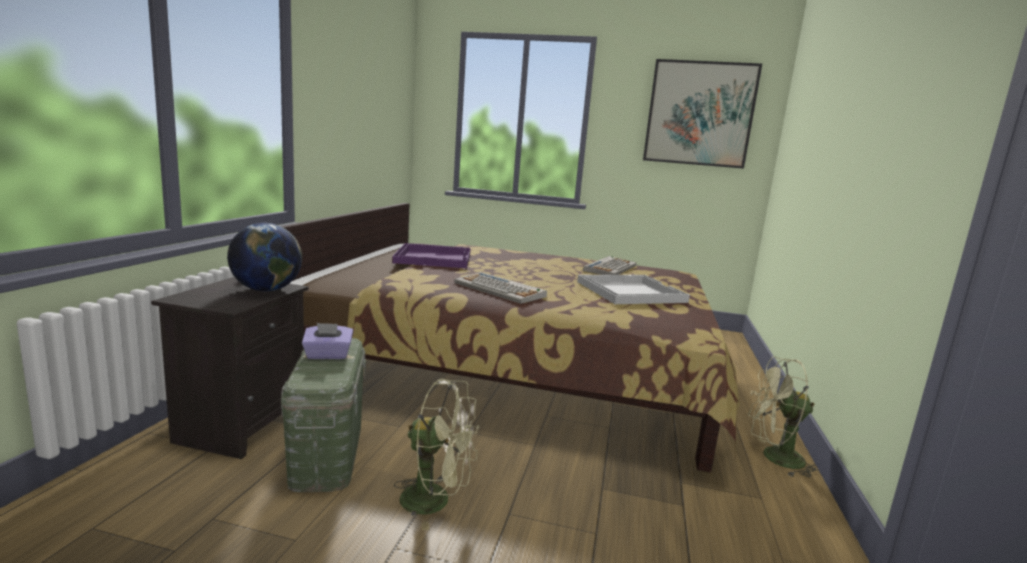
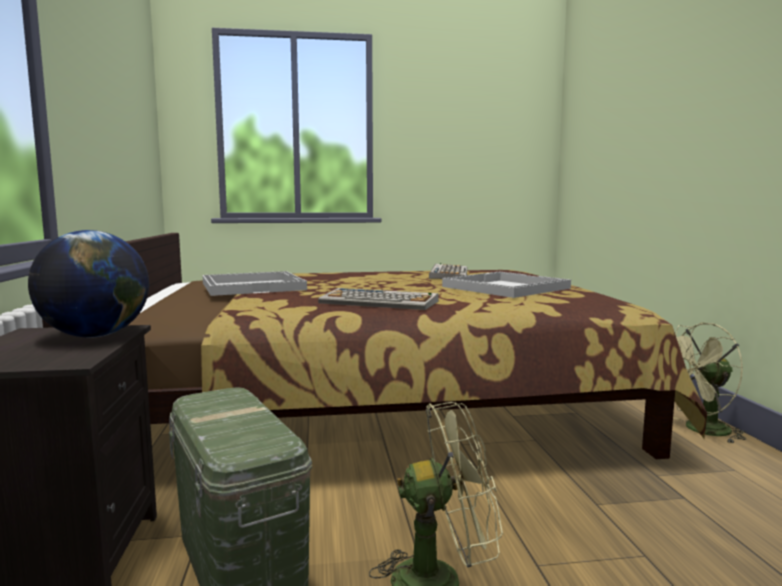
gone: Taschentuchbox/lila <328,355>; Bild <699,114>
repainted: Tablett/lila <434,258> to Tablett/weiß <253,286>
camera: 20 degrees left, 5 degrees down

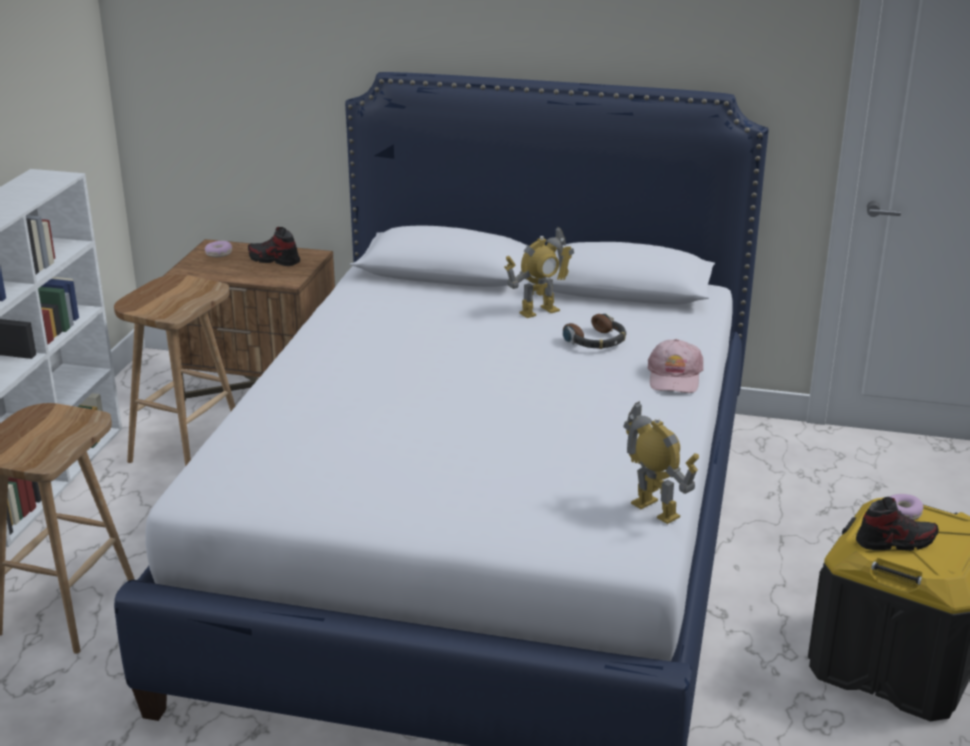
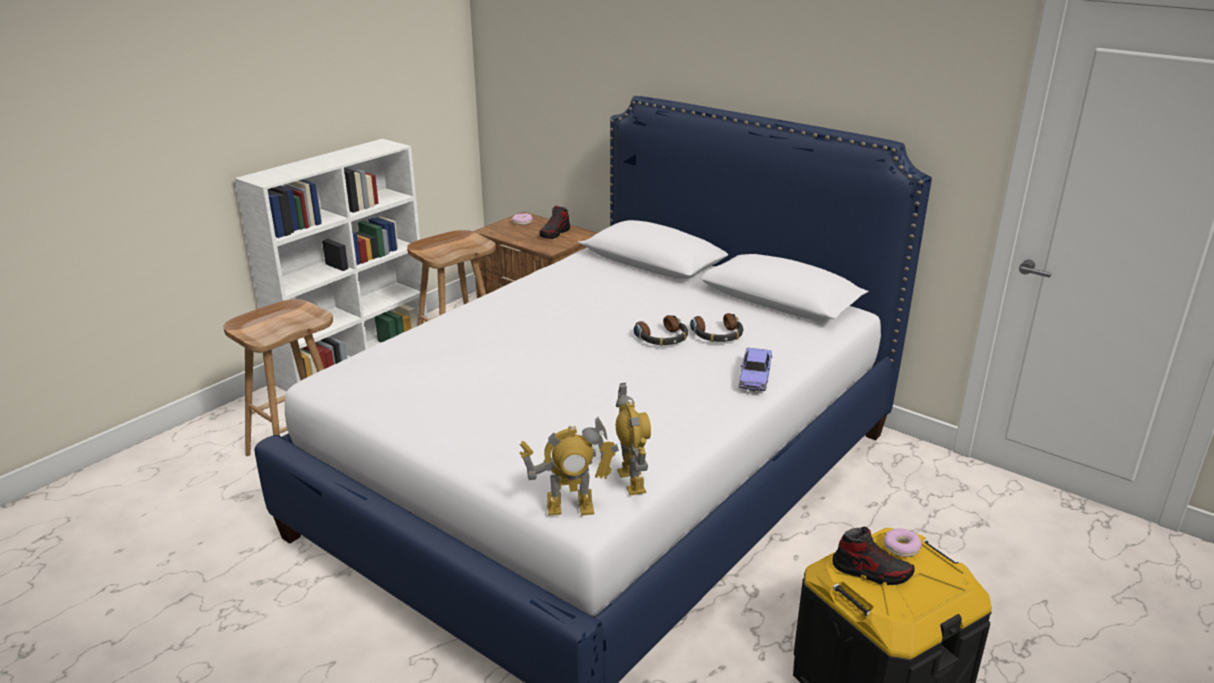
new: Kopfhörer <662,338>
shifted: Spielzeugroboter <539,311> to <570,508>
swapped: Kappe/rosa <674,377> to Spielzeugauto <755,377>
rotated: Schuh <274,260> = <555,233> 105 degrees counterclockwise
camera: 25 degrees right, 0 degrees up

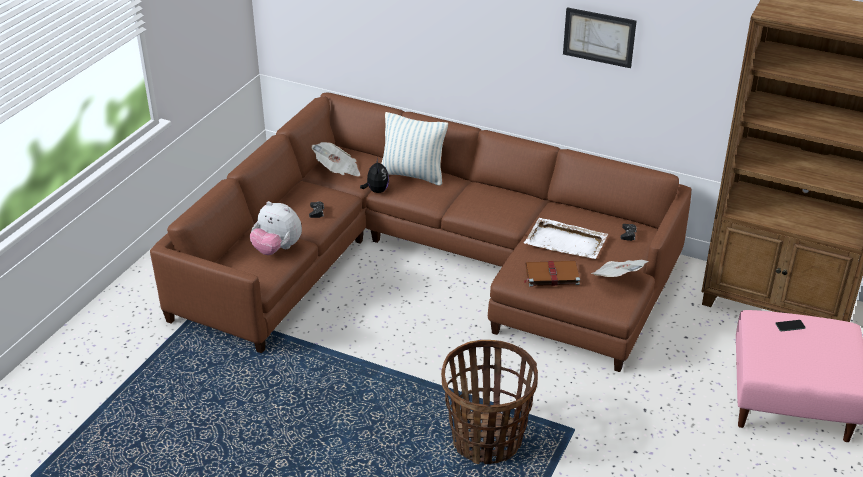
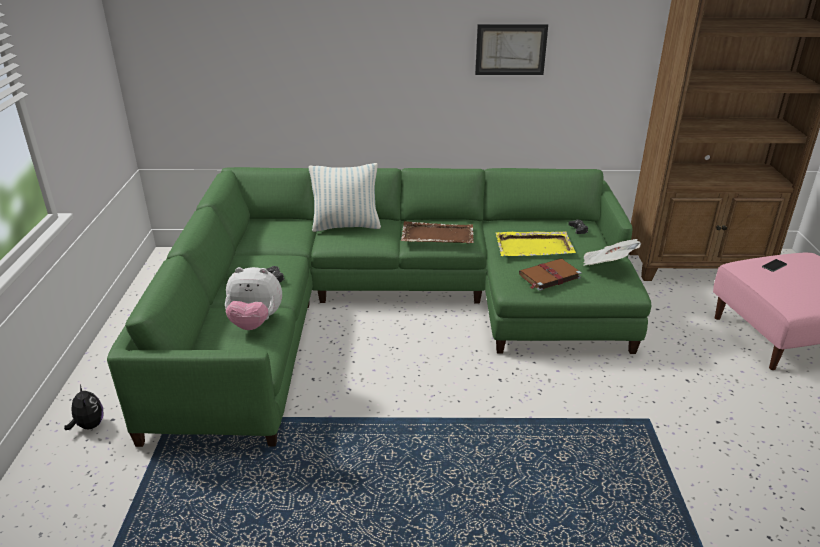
gone: Zeitung <337,171>; Korb <487,440>
new: Tablett/braun <437,235>
shifted: Plüschtier <376,191> to <89,425>
repainted: Sofa/braun <428,260> to Sofa/grün <385,306>; Tablett/weiß <566,241> to Tablett/gelb <535,246>
camera: 25 degrees left, 5 degrees down

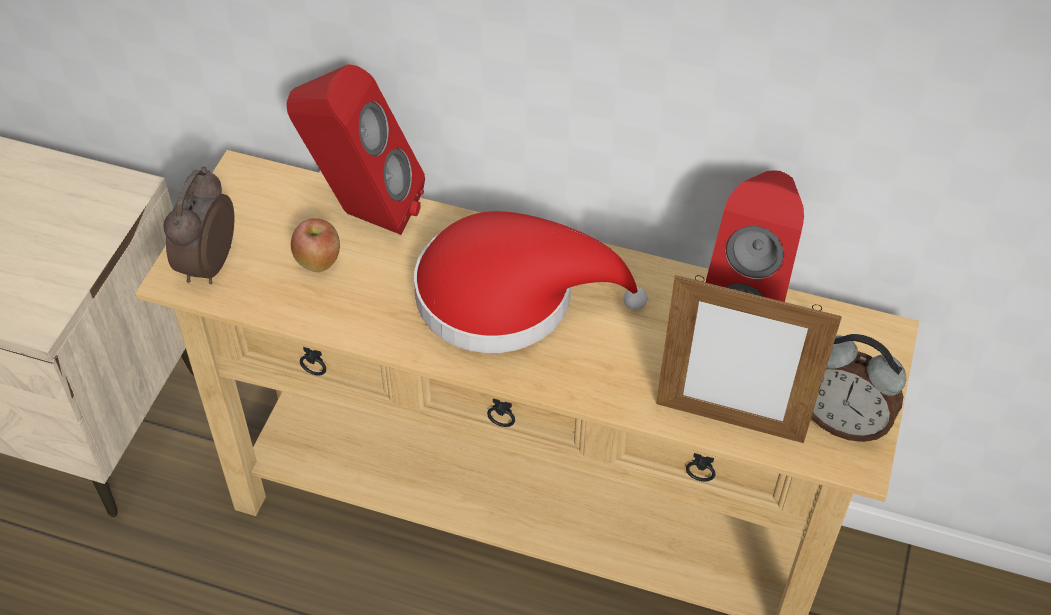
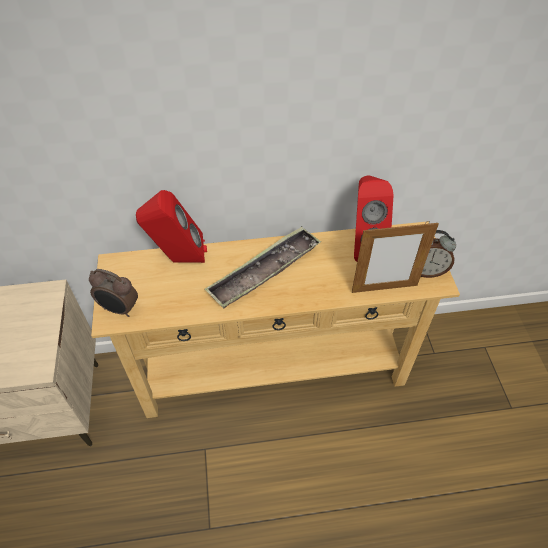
gone: Apfel <319,261>
swapped: Hut/rot <509,295> to Tablett <264,271>
rotated: Wecker <207,265> = <119,309> 60 degrees counterclockwise
camera: 25 degrees left, 0 degrees up

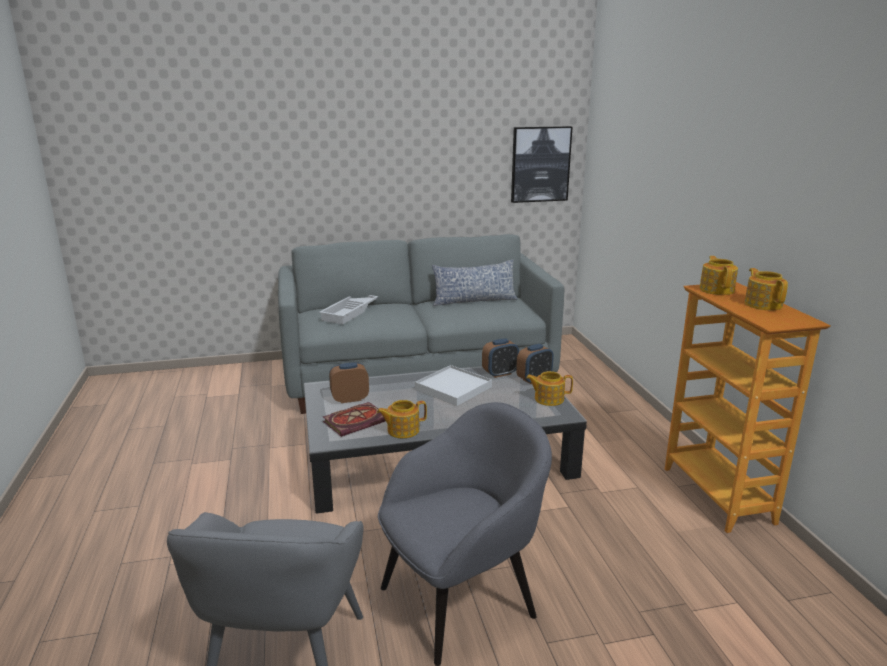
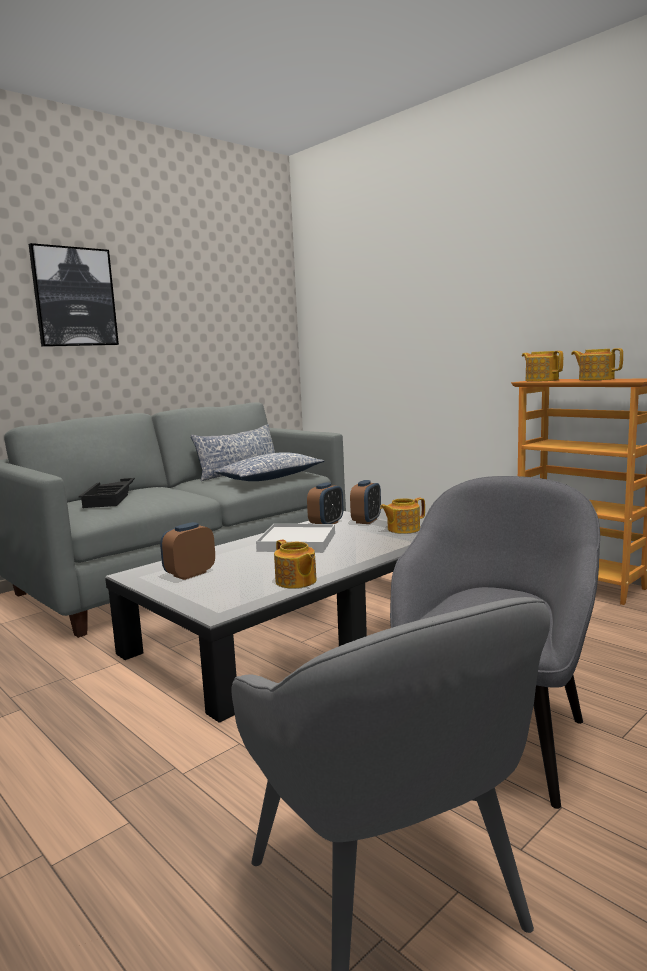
gone: Buch <356,420>
new: Kissen <270,478>
shifted: Bild <540,164> to <74,297>
repainted: Tablett/weiß <350,312> to Tablett/schwarz <110,498>
rotated: Teekanne <402,430> = <296,581> 75 degrees counterclockwise
camera: 30 degrees left, 10 degrees down

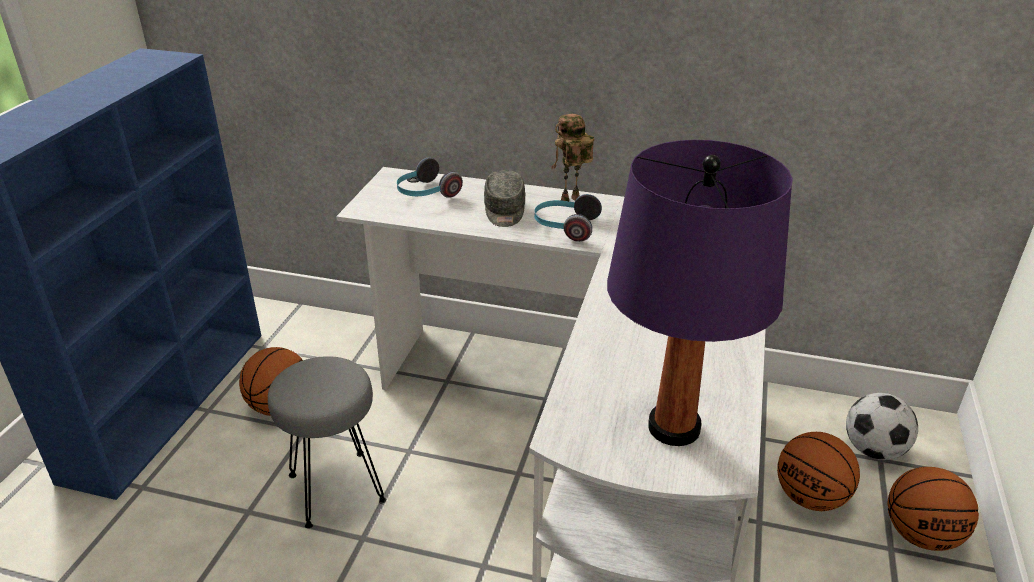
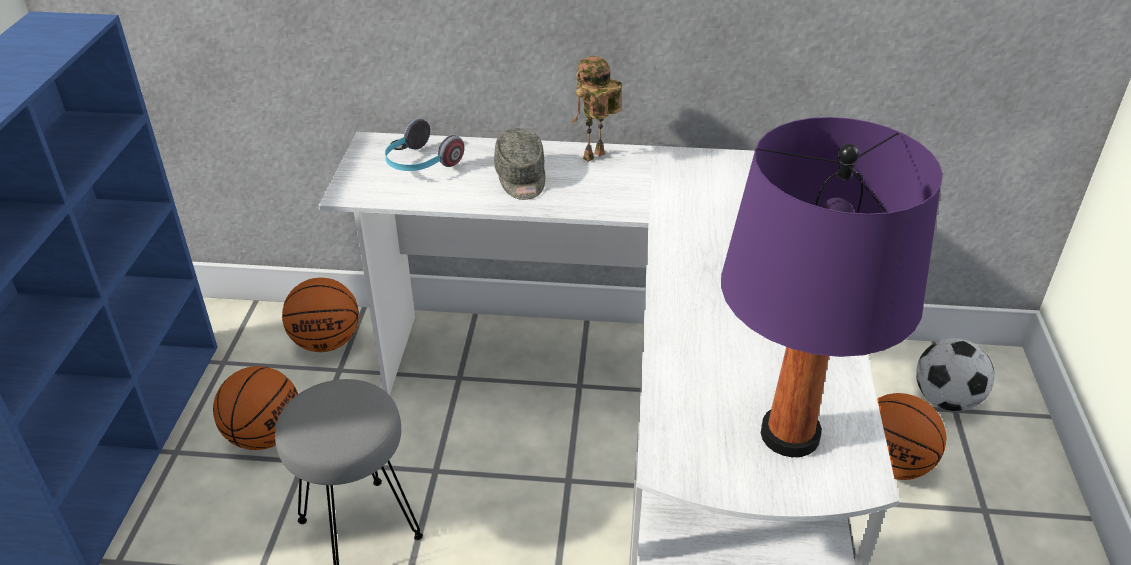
gone: Kopfhörer <565,227>
shifted: Basketball <921,535> to <326,342>
camera: 10 degrees left, 5 degrees up

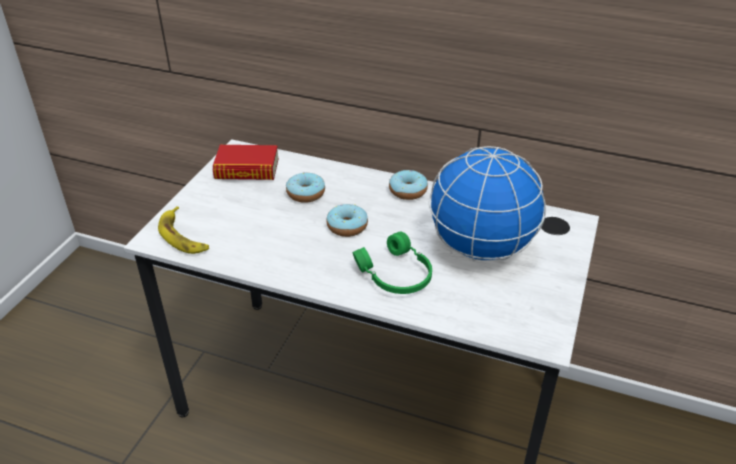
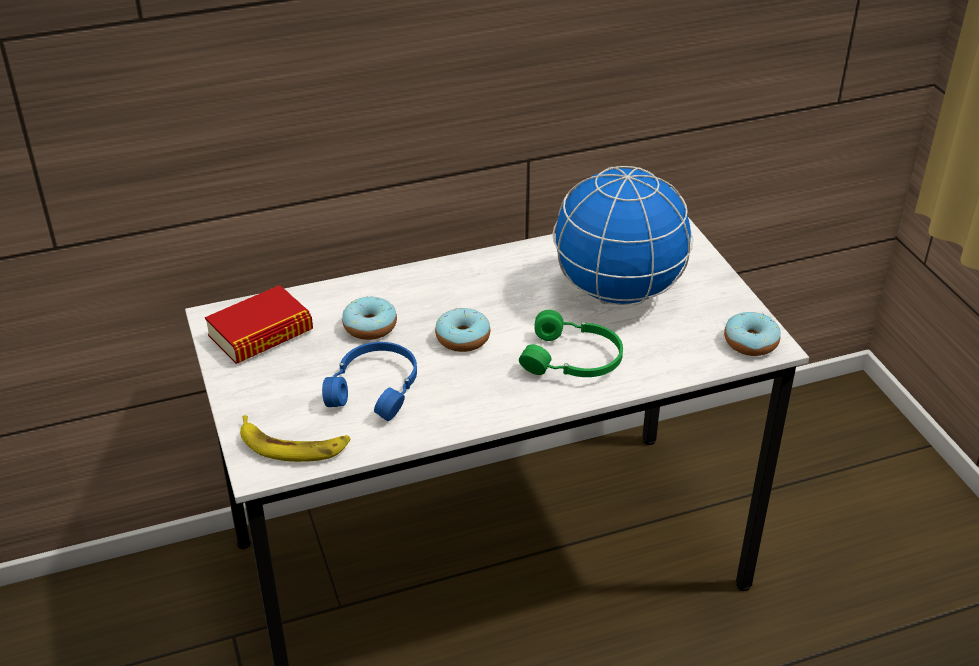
new: Kopfhörer/blau <376,389>
shifted: Donut <408,191> to <751,342>
camera: 40 degrees left, 0 degrees up

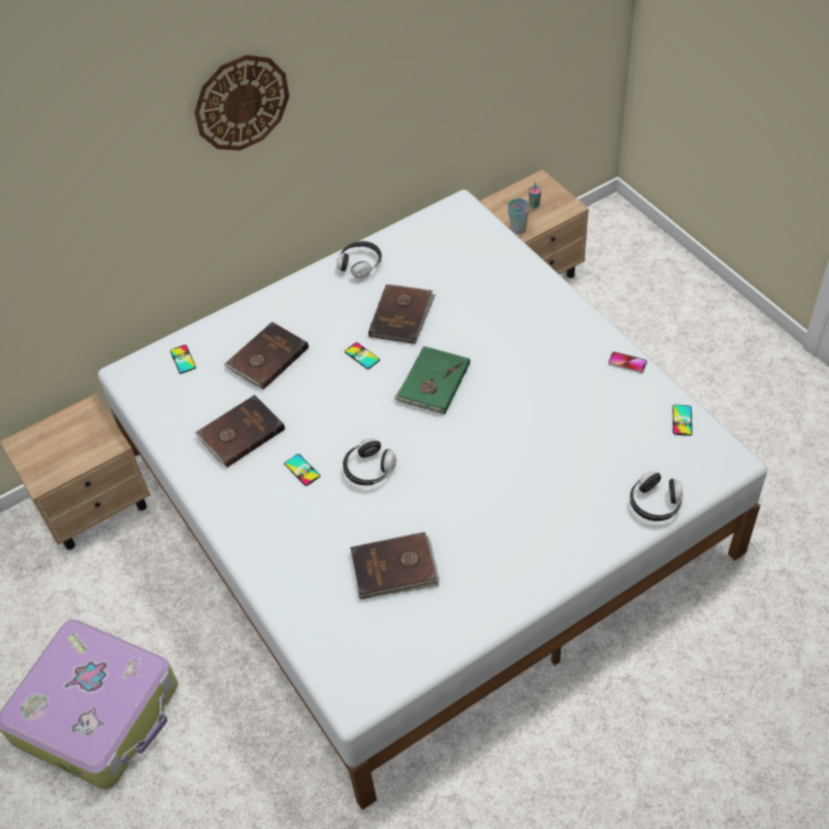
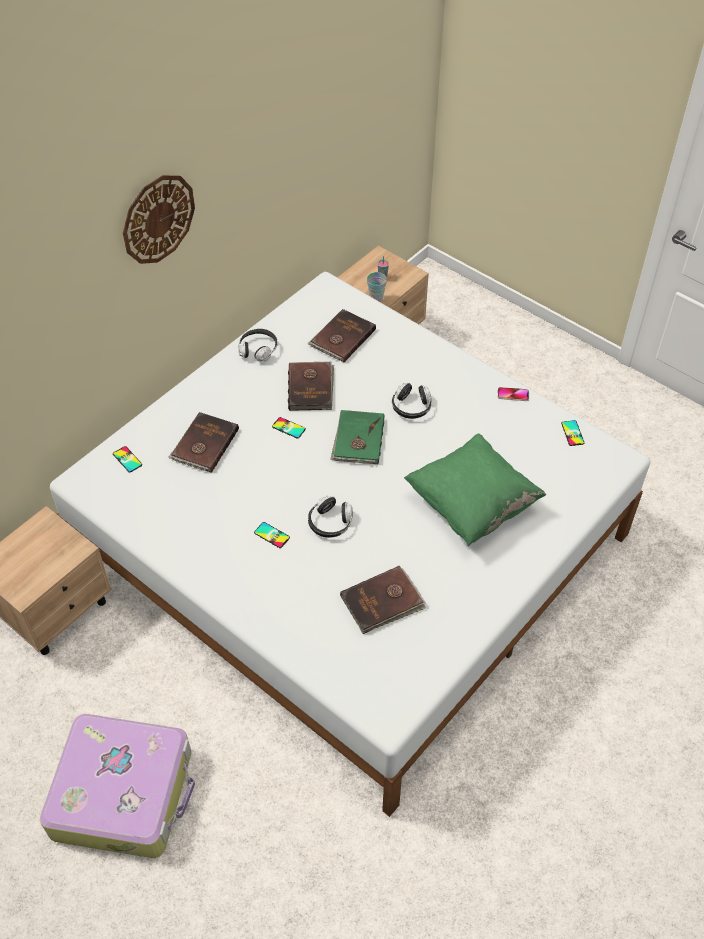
new: Kissen/grün <471,504>
shifted: Buch/braun <240,433> to <342,338>; Kopfhörer <655,503> to <411,407>
camera: 20 degrees left, 0 degrees up

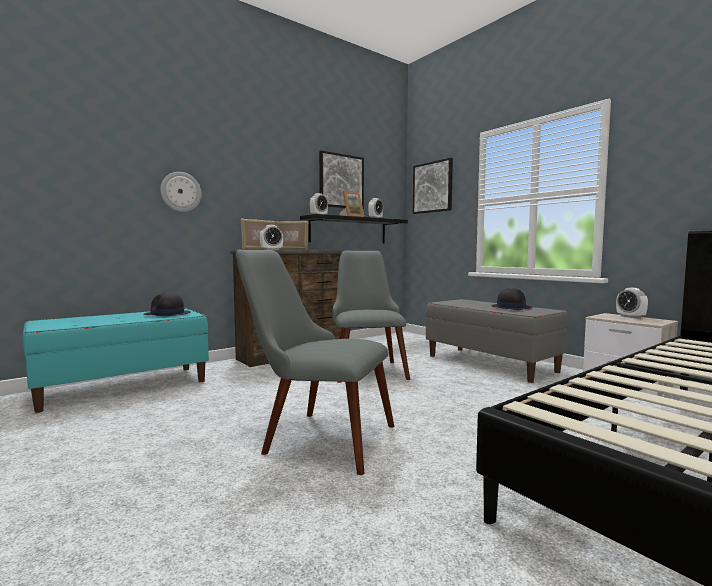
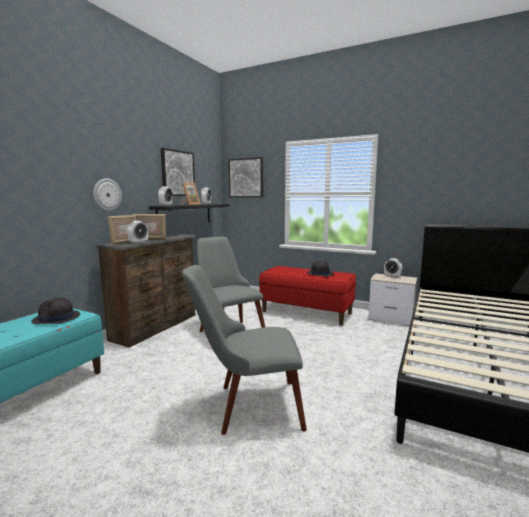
shifted: Wanduhr <181,192> to <107,195>
repainted: Bank/grau <490,363> to Bank/rot <306,312>
camera: 25 degrees left, 5 degrees up

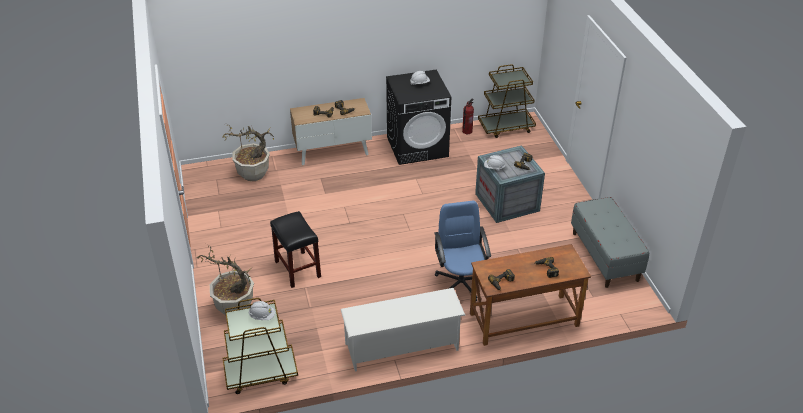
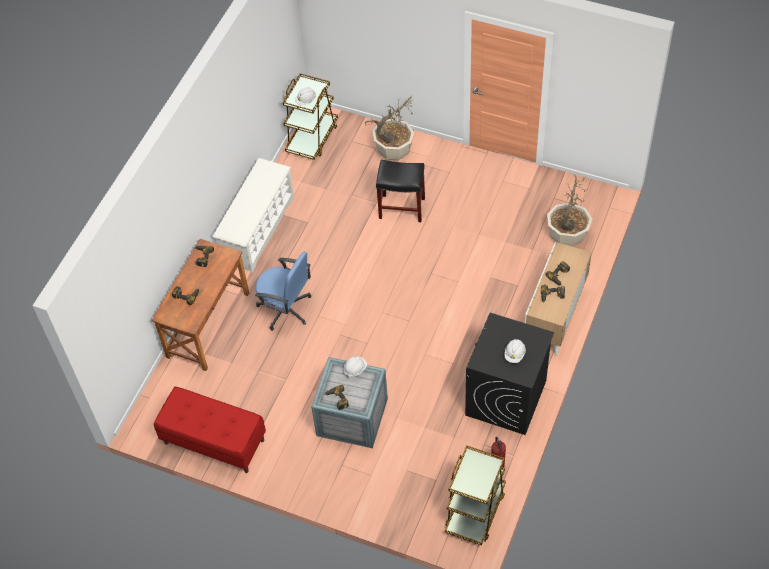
repainted: Bank/grau <605,256> to Bank/rot <214,442>
camera: 130 degrees right, 15 degrees up

